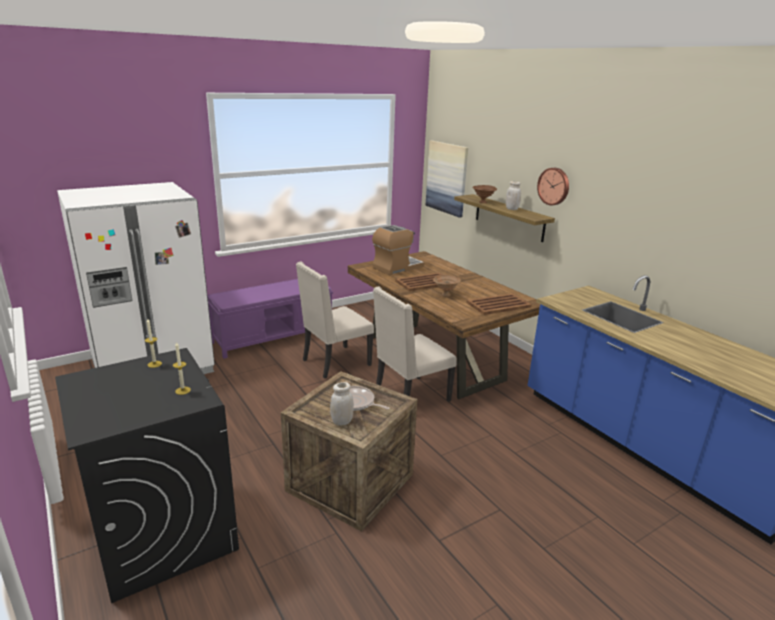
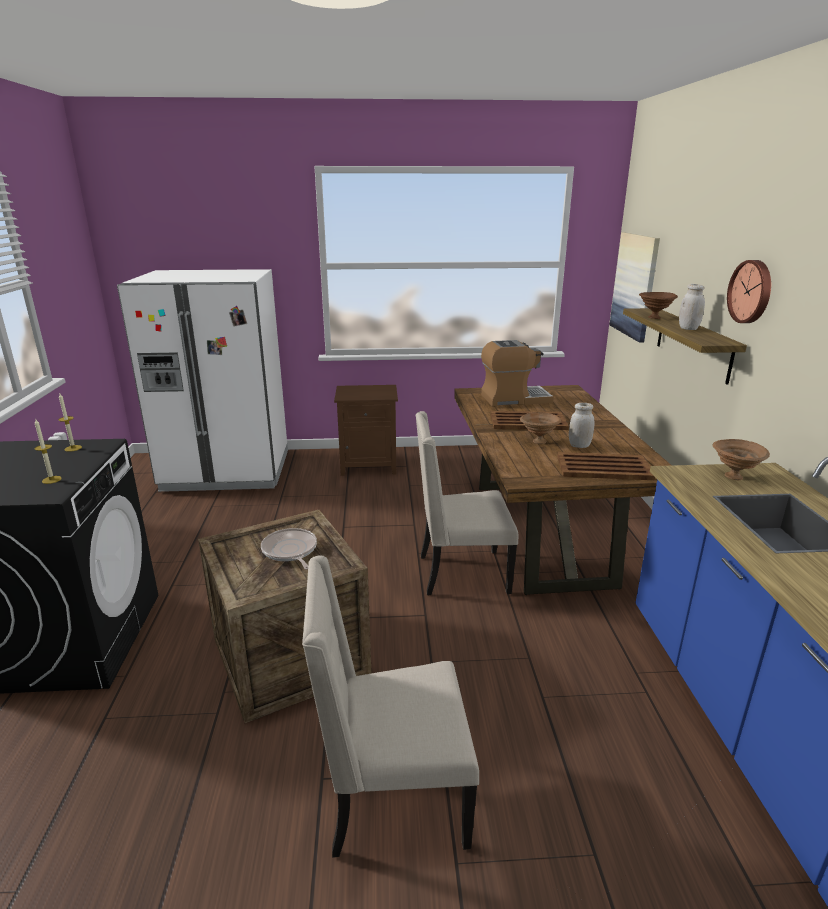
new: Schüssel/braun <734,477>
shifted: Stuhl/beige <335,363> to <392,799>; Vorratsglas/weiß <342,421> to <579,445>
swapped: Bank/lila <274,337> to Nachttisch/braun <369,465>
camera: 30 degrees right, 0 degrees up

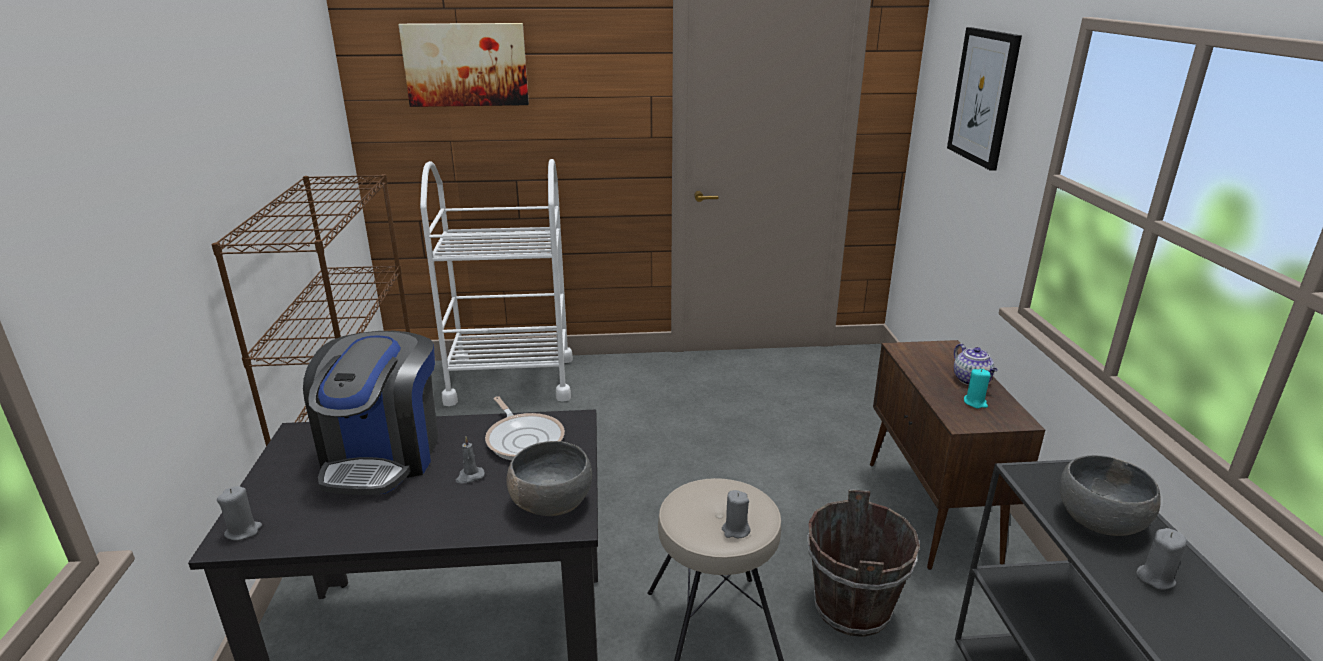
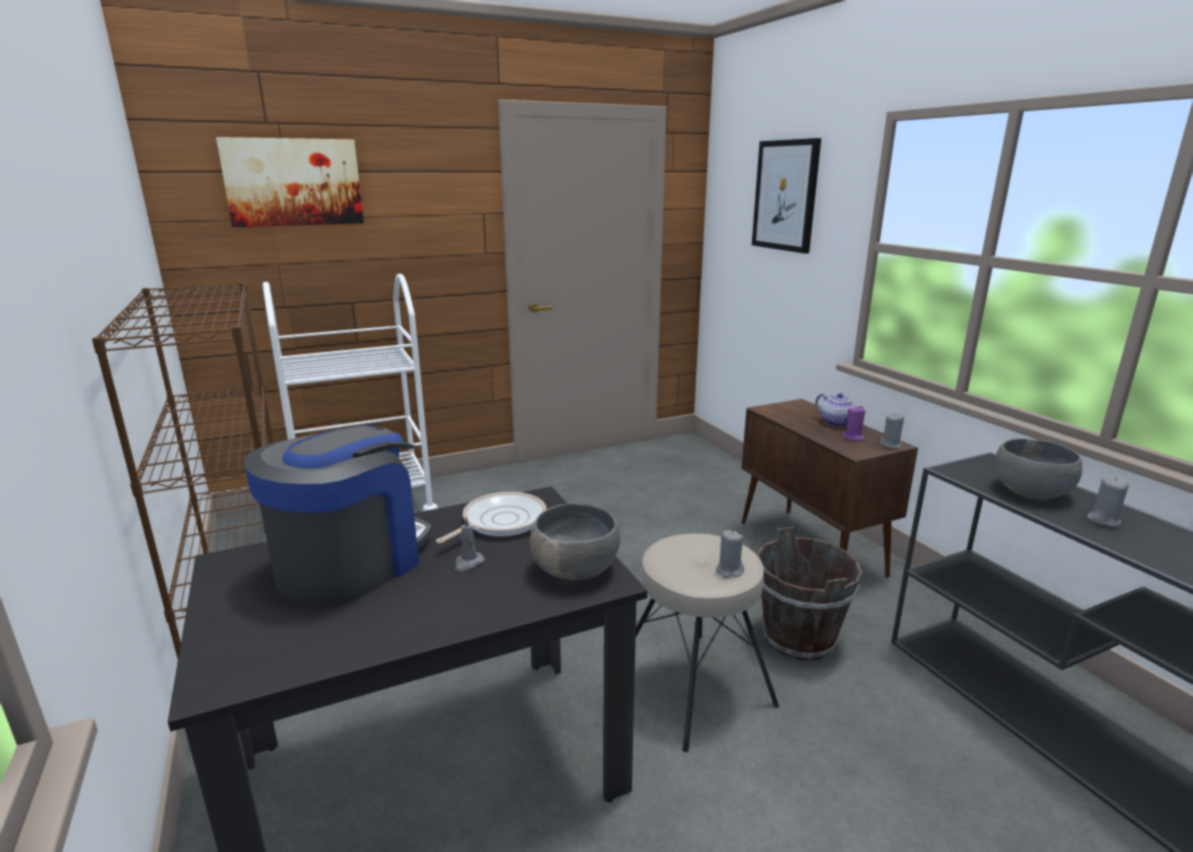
shifted: Kerze/grau <243,531> to <890,445>
repainted: Kerze/türkis <975,402> to Kerze/lila <853,437>
rotated: Kaffeemaschine <383,455> = <352,563> 135 degrees counterclockwise; Pfanne <524,439> = <500,521> 90 degrees counterclockwise
camera: 20 degrees left, 5 degrees down

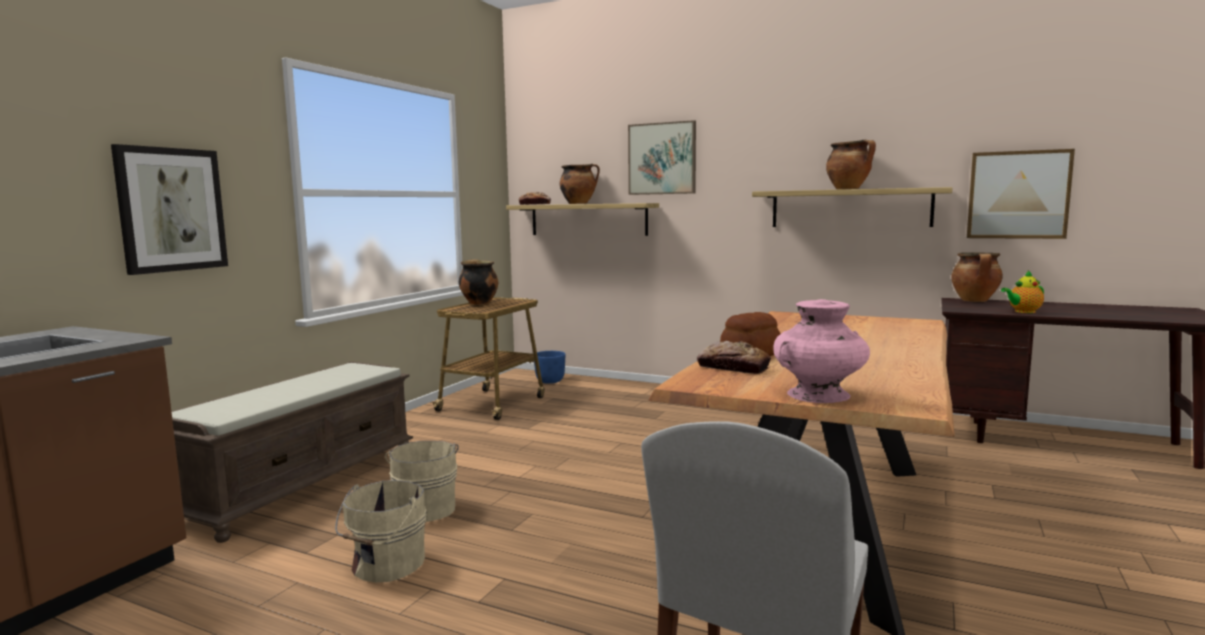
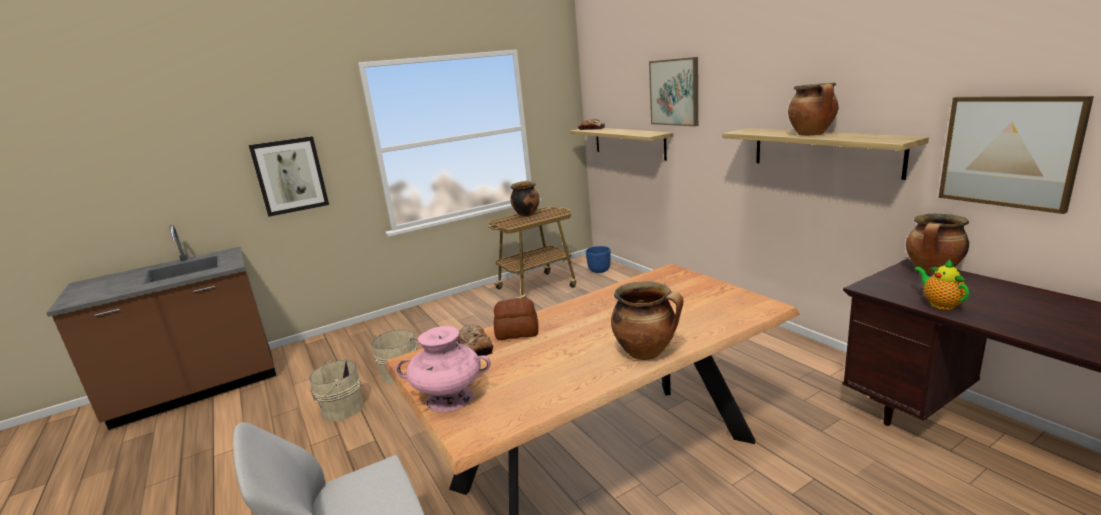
gone: Bank/braun <303,484>
shifted: Kochtopf <579,204> to <646,352>
rotated: Teekanne <1023,312> = <940,304> 60 degrees clockwise
camera: 35 degrees right, 10 degrees up

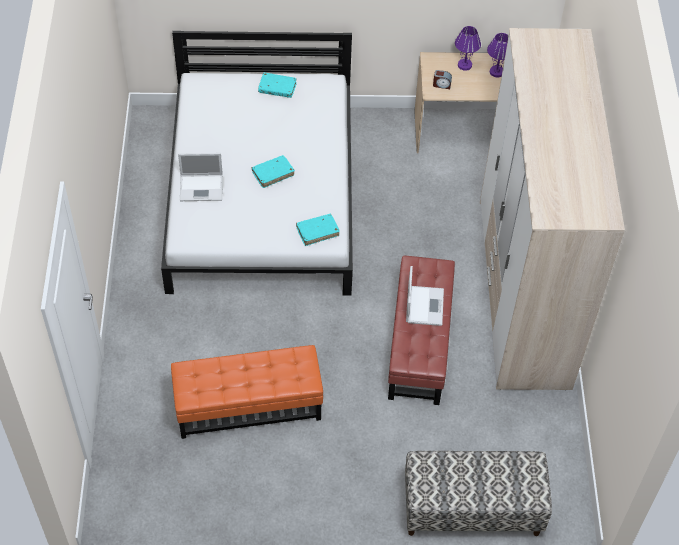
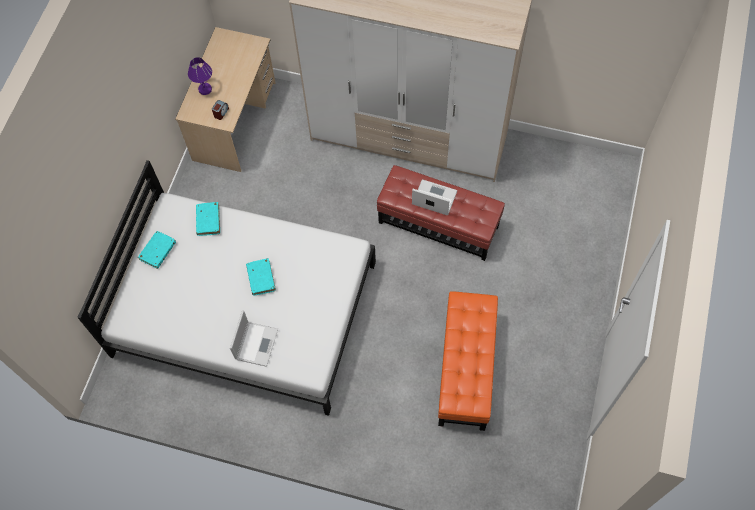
gone: Bank <471,510>; Tischlampe/lila <497,72>
shifted: Buch/türkis <317,232> to <208,221>
camera: 70 degrees left, 10 degrees up

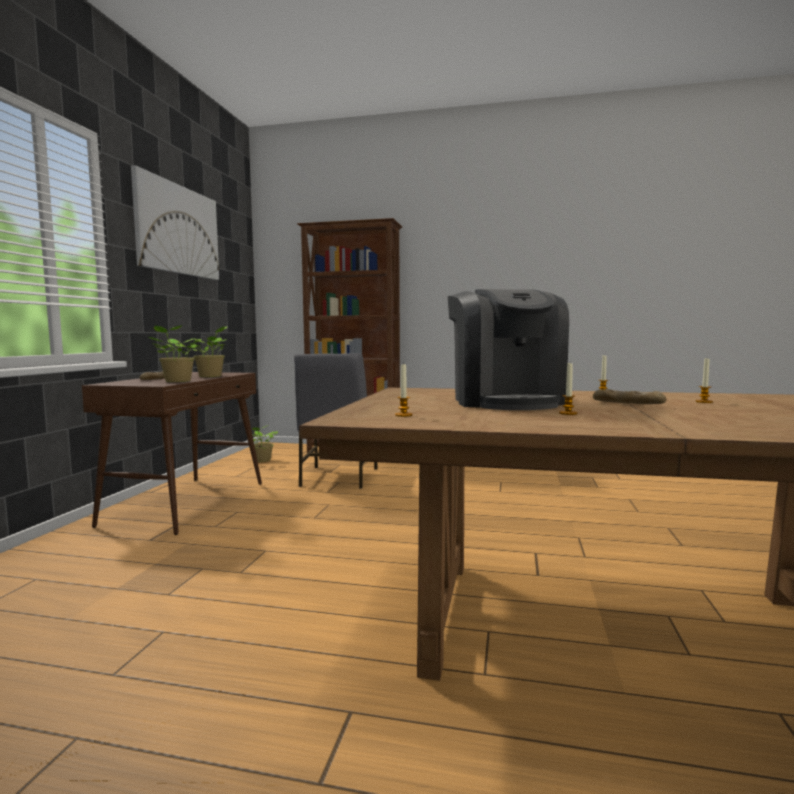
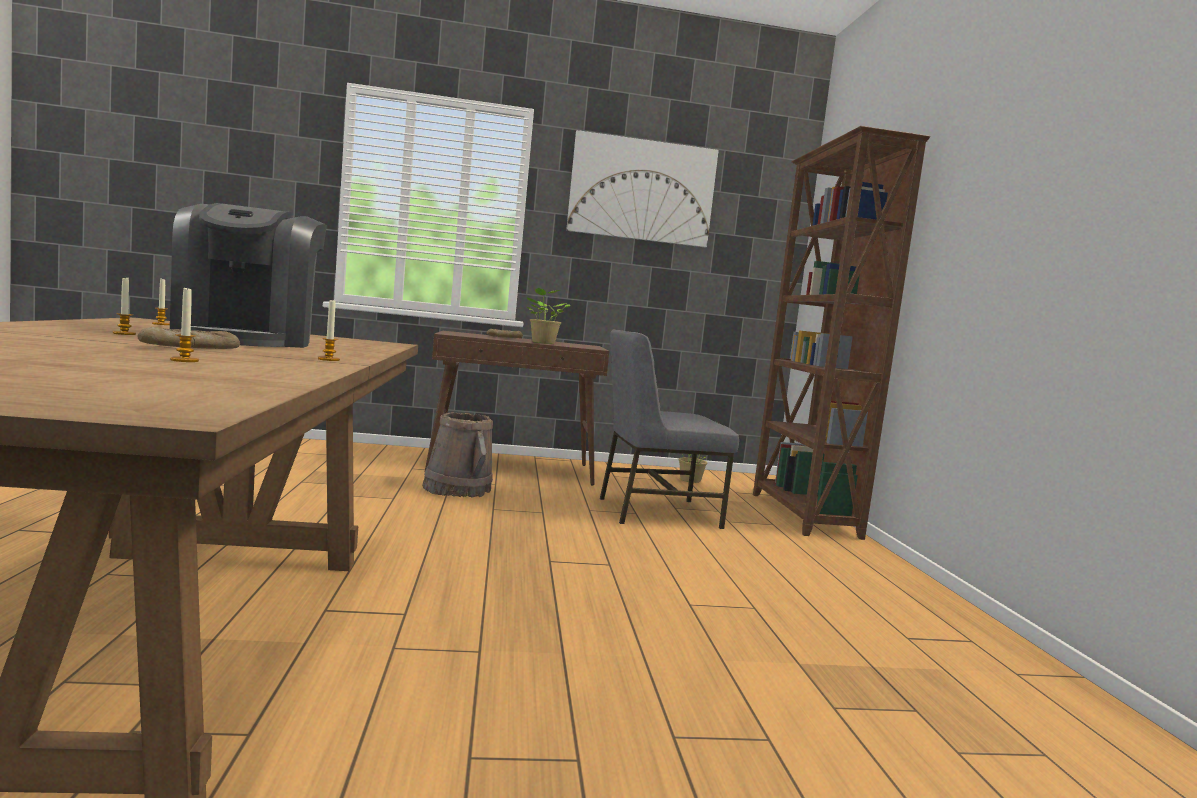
gone: Topfpflanze <177,381>
new: Eimer/braun <457,489>
rotated: Kaffeemaschine <505,401> = <248,339> 75 degrees counterclockwise
camera: 70 degrees right, 0 degrees up

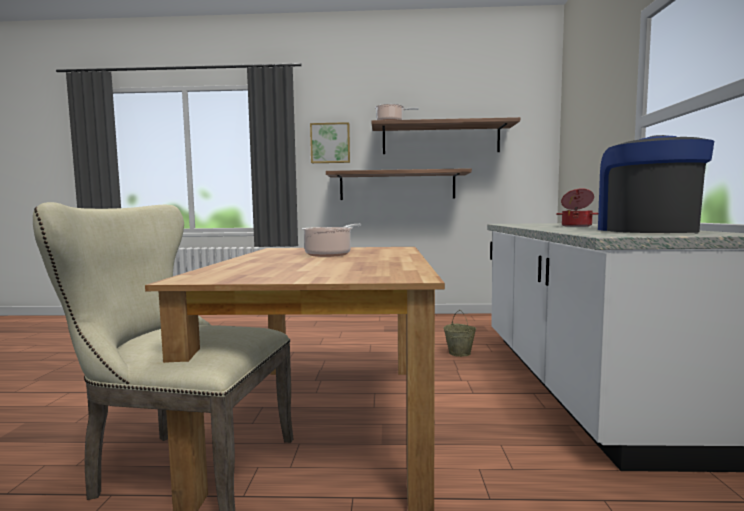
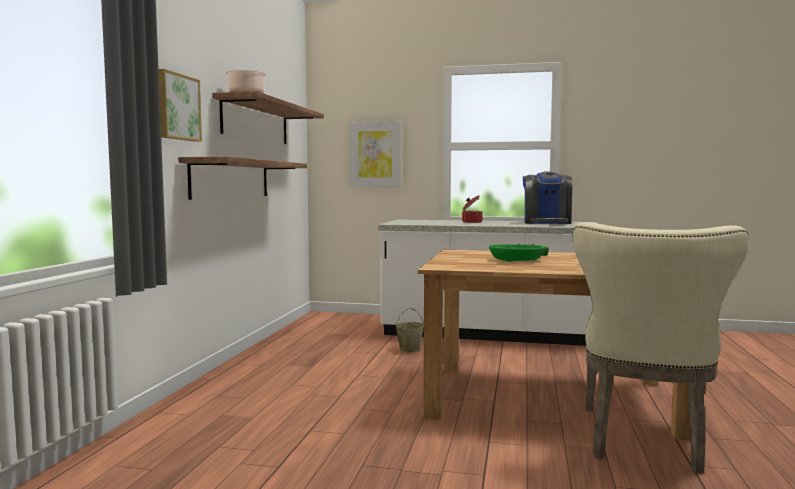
new: Bild <375,154>
swapped: Kochtopf <330,254> to Schüssel/grün <516,260>
rotated: Kaffeemaschine <645,230> = <546,223> 105 degrees counterclockwise
camera: 80 degrees left, 0 degrees up

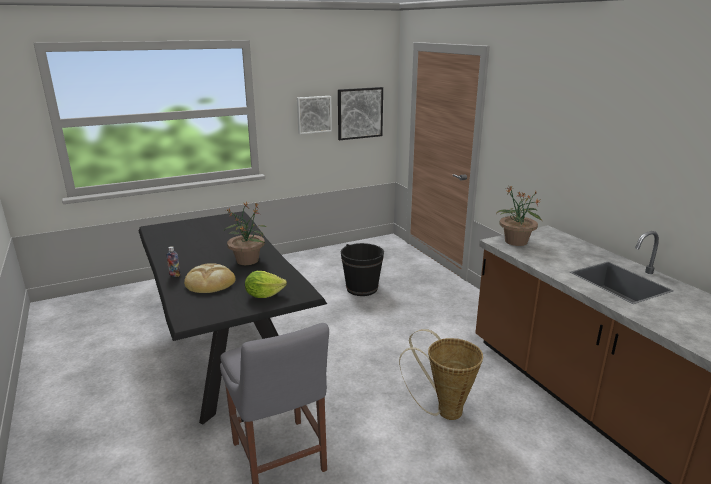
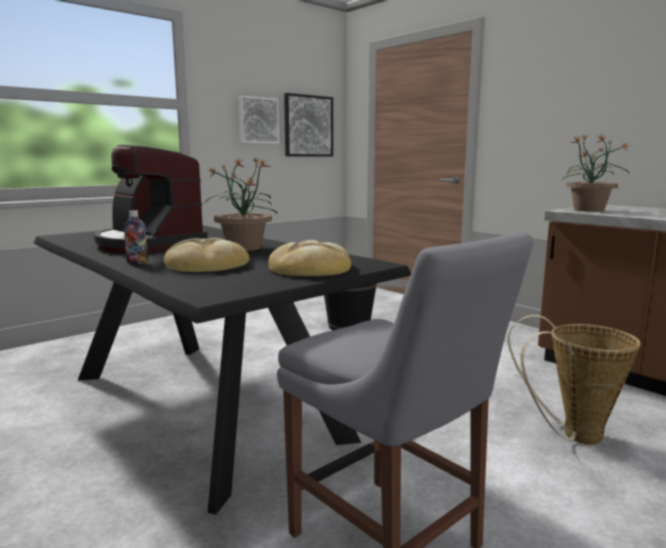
new: Kaffeemaschine <149,244>
swapped: Salatkopf <264,295> to Brot <311,268>
camera: 15 degrees left, 10 degrees down

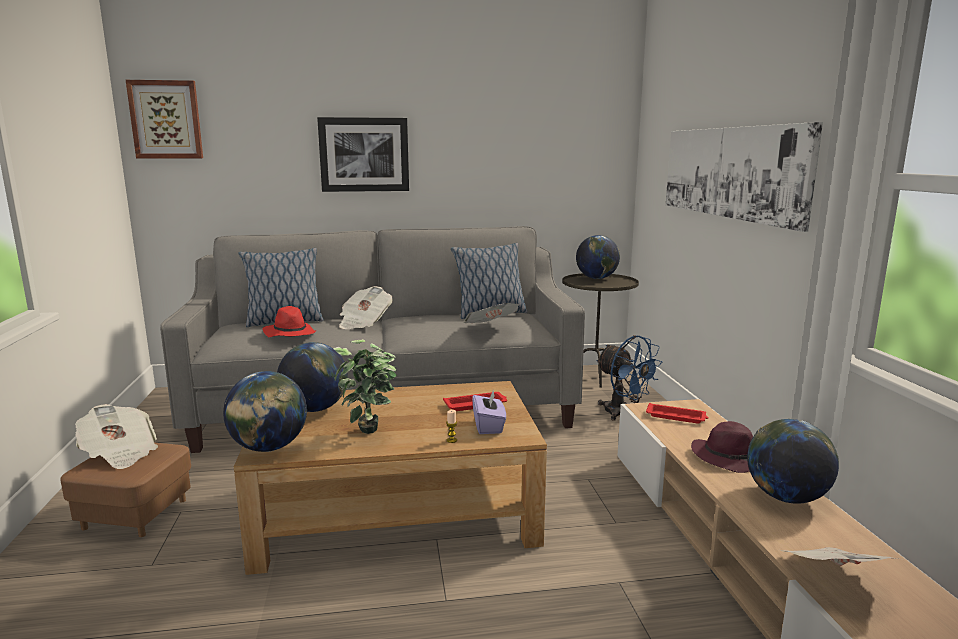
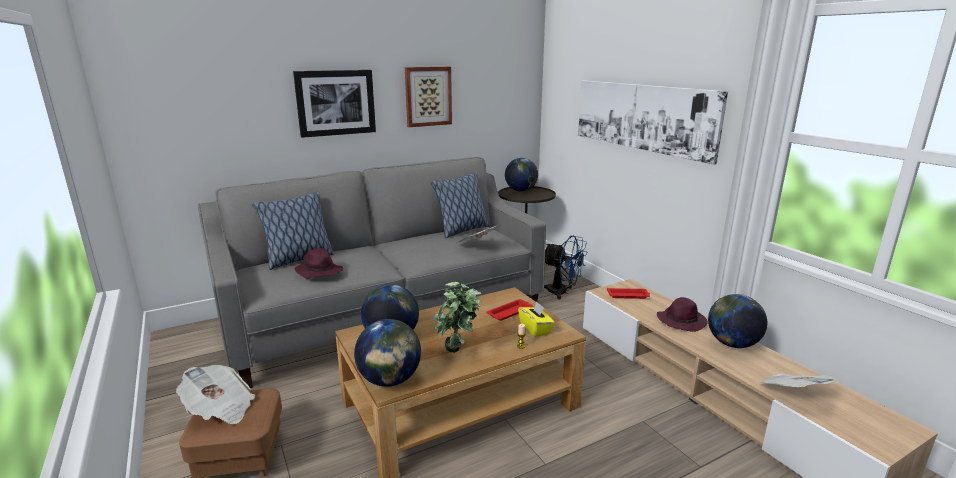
gone: Zeitung <364,323>
shifted: Bild <166,120> to <428,96>
repainted: Hut/rot <289,334> to Hut/lila <319,272>; Taschentuchbox/lila <489,426> to Taschentuchbox/gelb <535,329>
camera: 20 degrees left, 5 degrees up

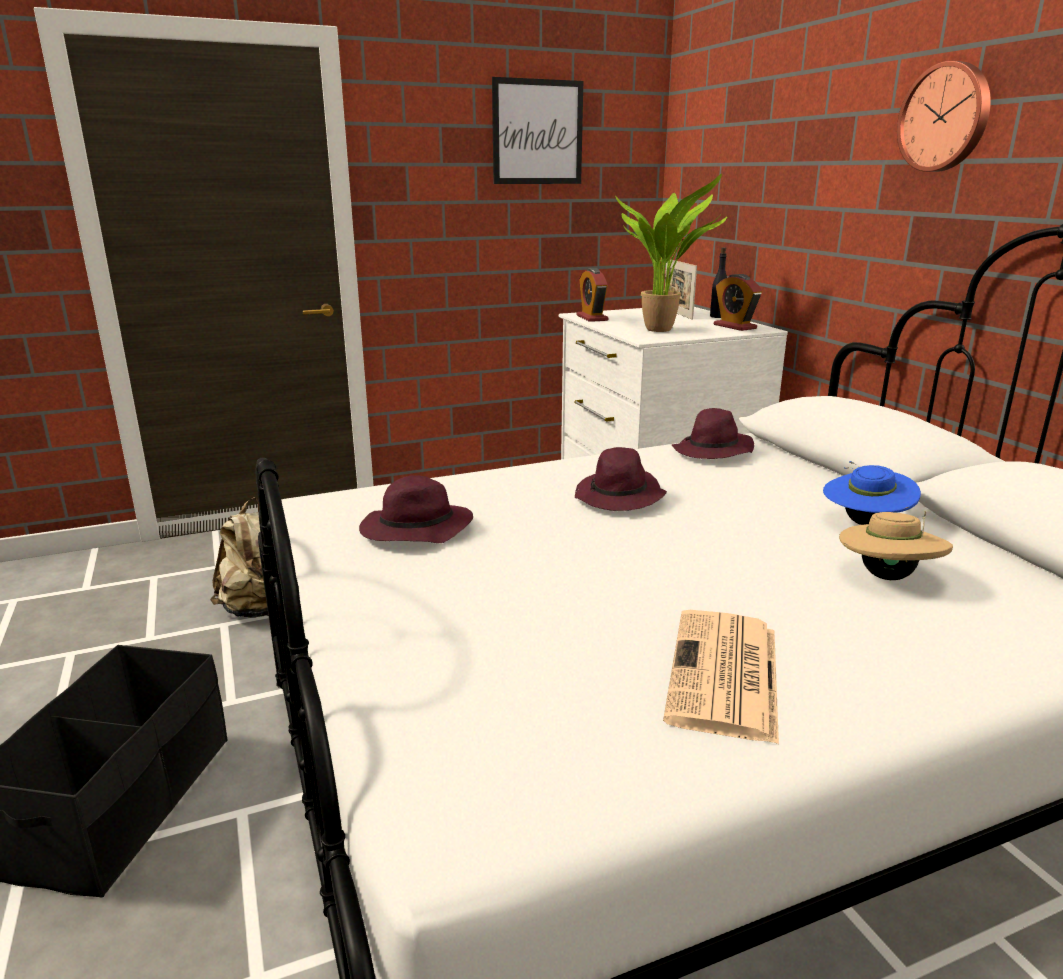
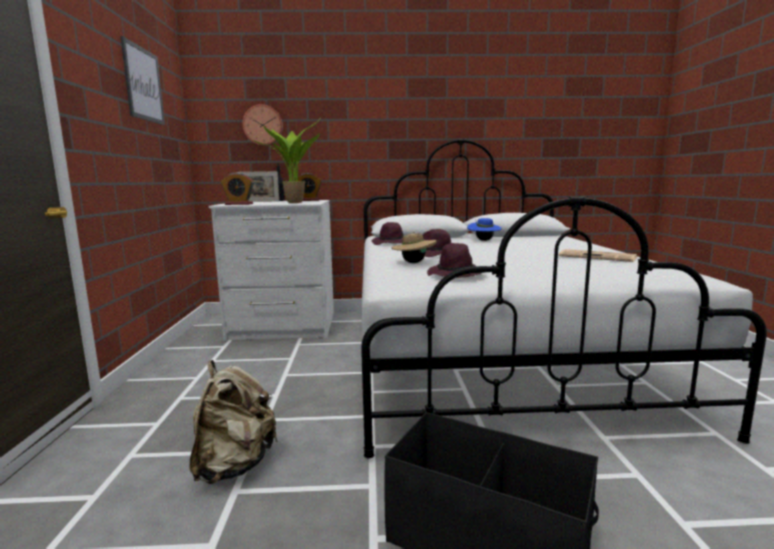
shifted: Hut/beige <887,576> to <413,262>; Wanduhr <945,117> to <263,125>
camera: 70 degrees left, 10 degrees down

